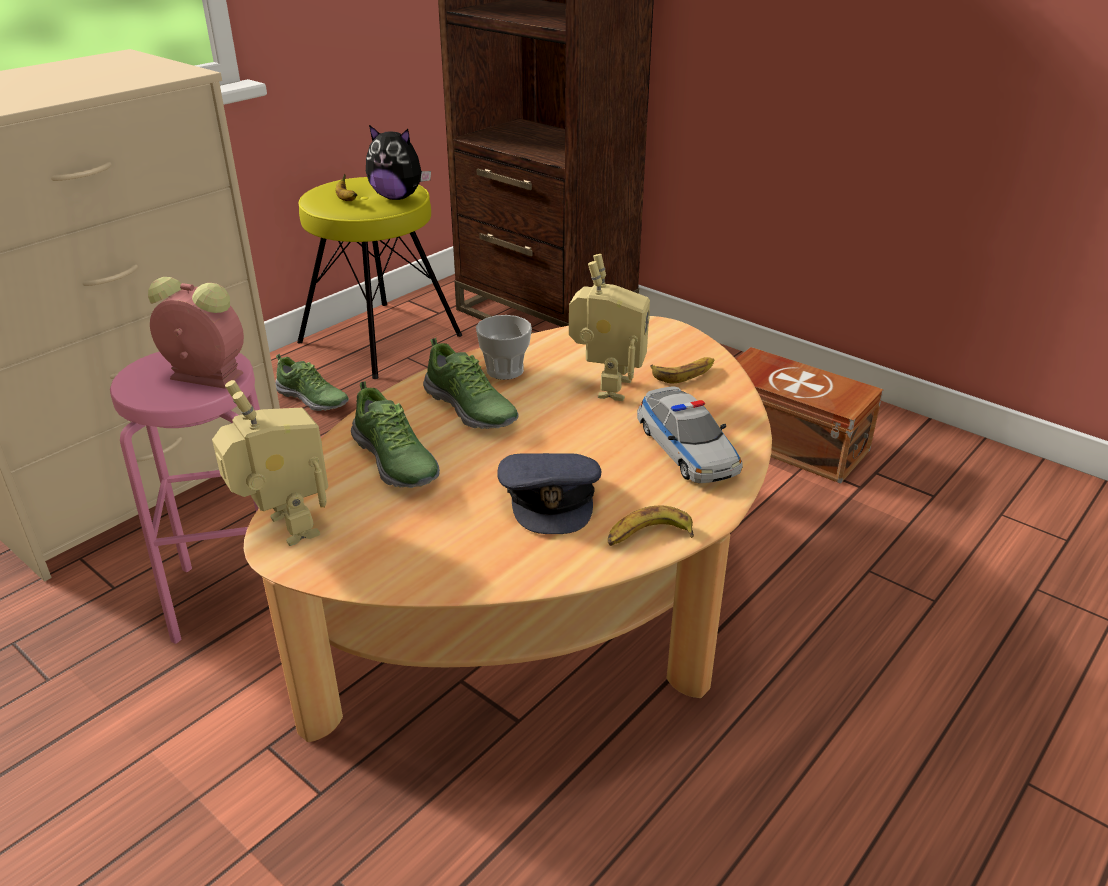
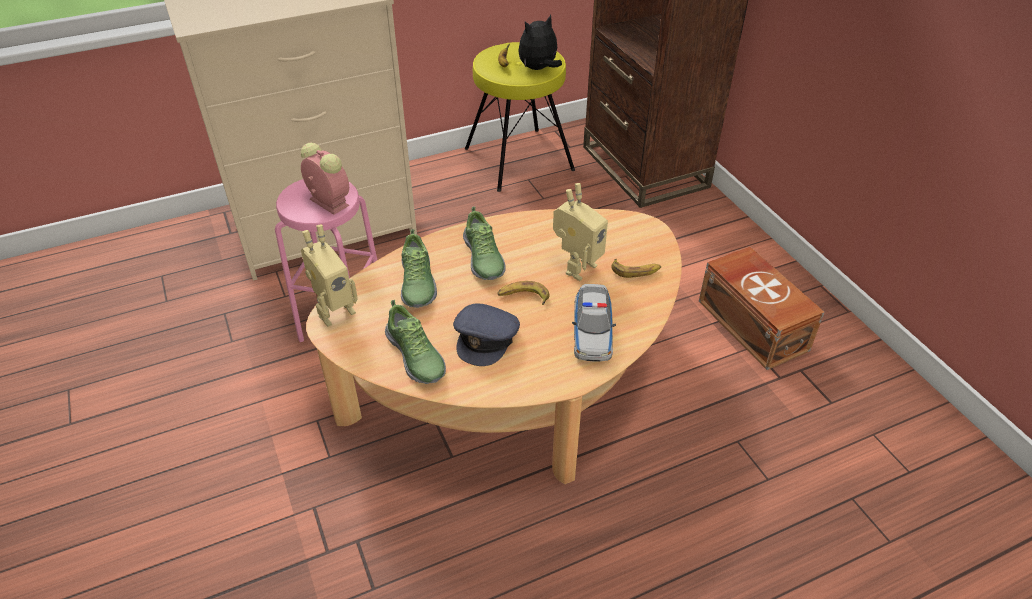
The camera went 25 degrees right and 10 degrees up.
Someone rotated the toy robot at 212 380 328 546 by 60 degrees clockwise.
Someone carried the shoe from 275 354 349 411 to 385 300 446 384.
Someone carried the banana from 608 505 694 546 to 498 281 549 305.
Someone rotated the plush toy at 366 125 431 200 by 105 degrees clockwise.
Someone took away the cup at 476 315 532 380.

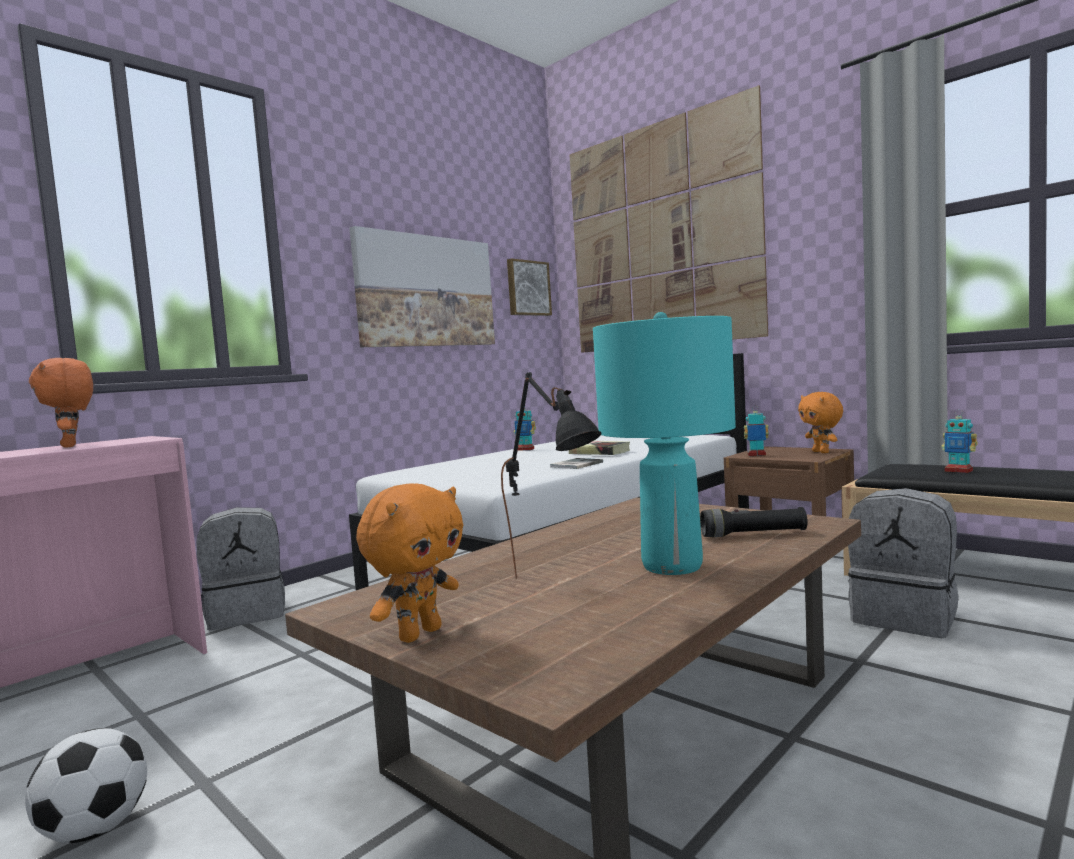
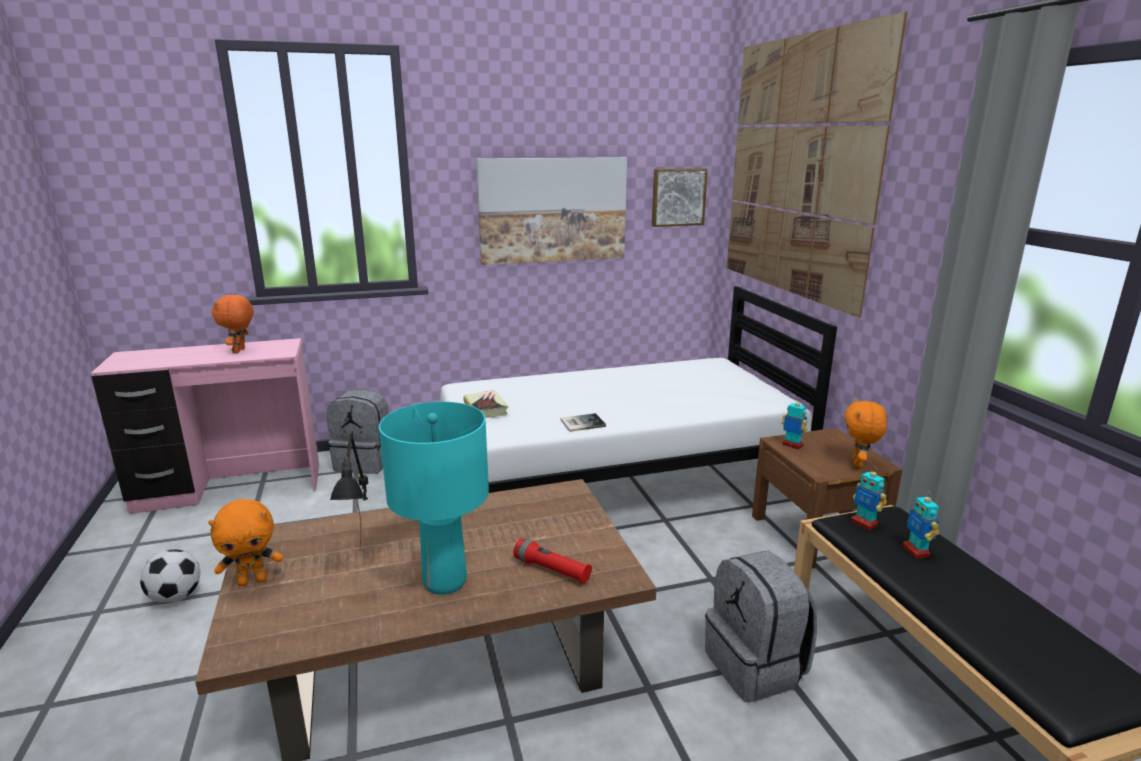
The camera went 30 degrees right and 15 degrees up.
Someone carried the book from 569 441 630 455 to 464 390 508 418.
Someone repainted the flashlight in black at 700 507 808 537, which became the flashlight in red at 513 538 592 584.
Someone carried the toy robot from 514 408 536 451 to 851 466 887 530.

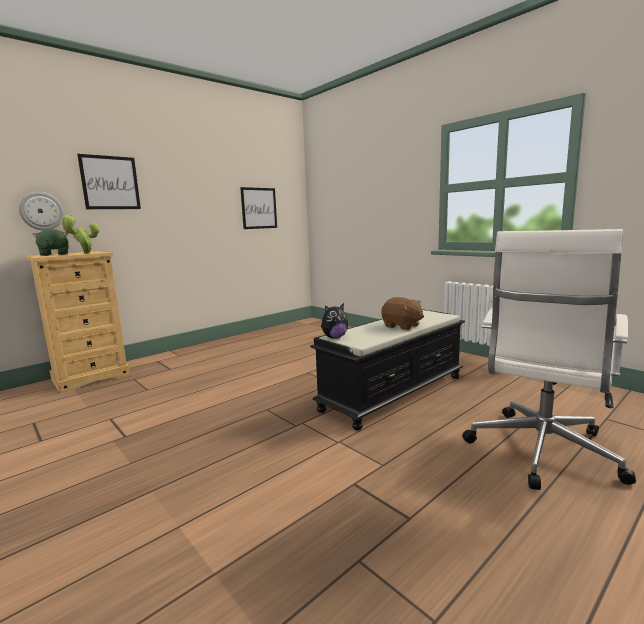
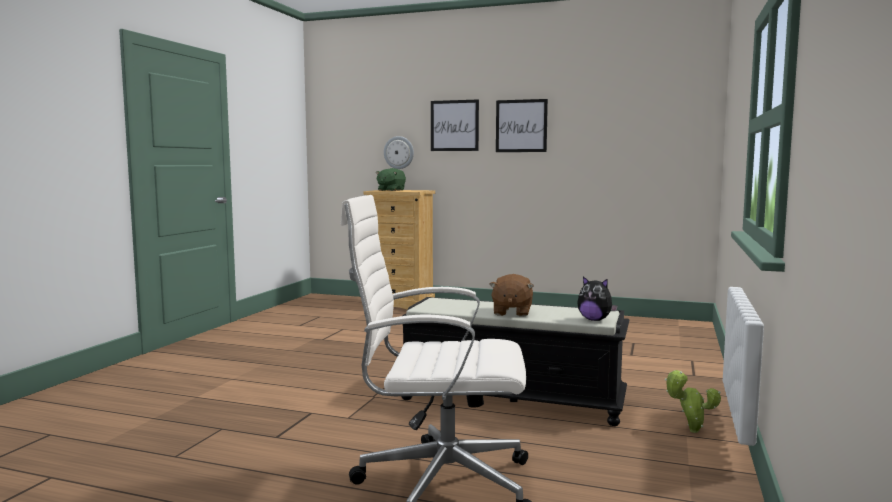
The camera went 60 degrees right and 5 degrees down.
Someone carried the picture from 240 187 277 229 to 496 99 548 152.
Someone carried the plush toy from 321 303 348 339 to 577 276 618 321.
Someone carried the potted plant from 60 214 99 254 to 665 370 721 433.

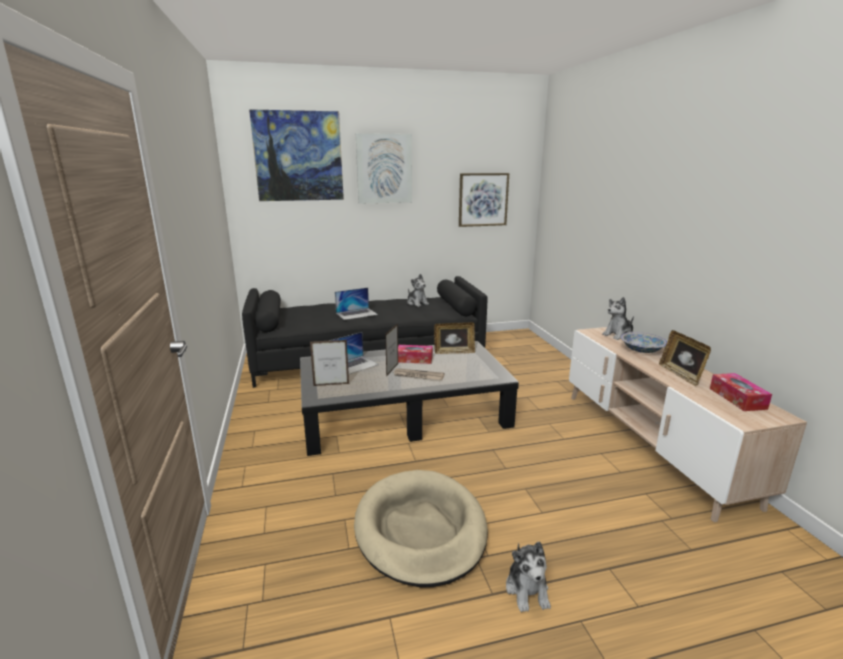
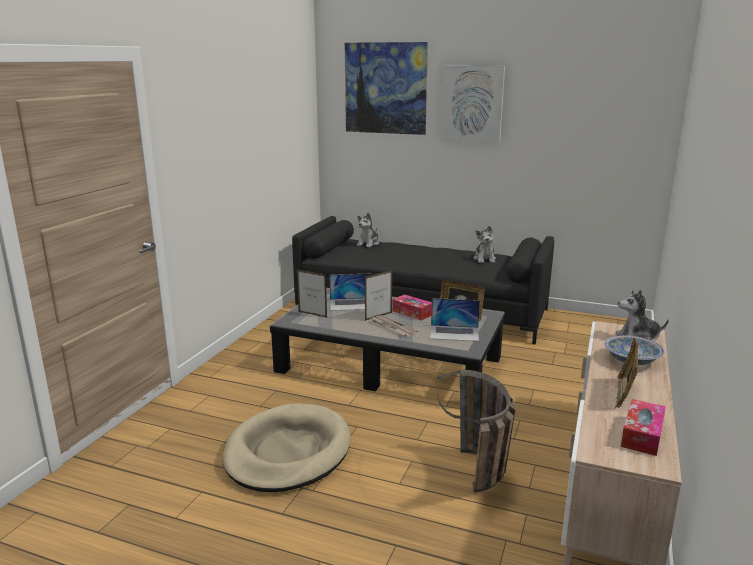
The camera went 35 degrees right and 0 degrees up.
Someone carried the plush toy from 506 542 551 612 to 357 213 379 247.
Someone carried the laptop from 335 288 378 320 to 430 298 480 341.
Someone put down the basket at 436 370 515 492.
Someone took away the picture at 459 173 509 227.

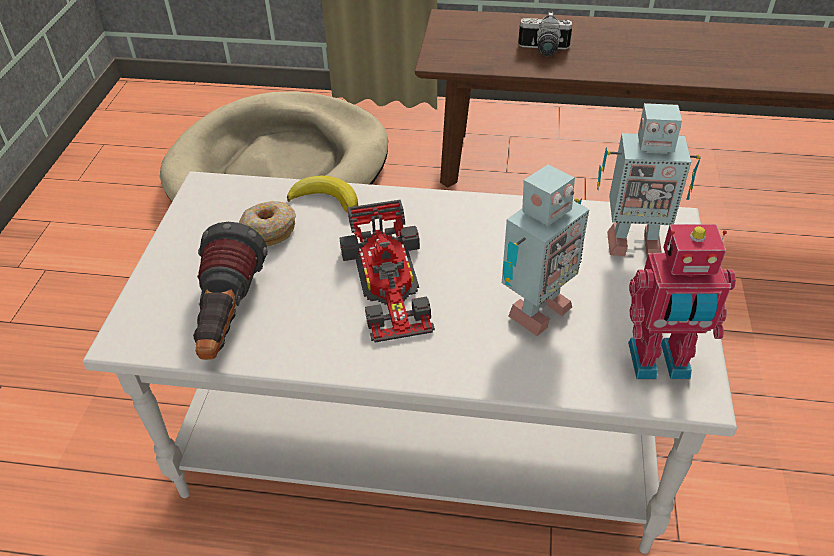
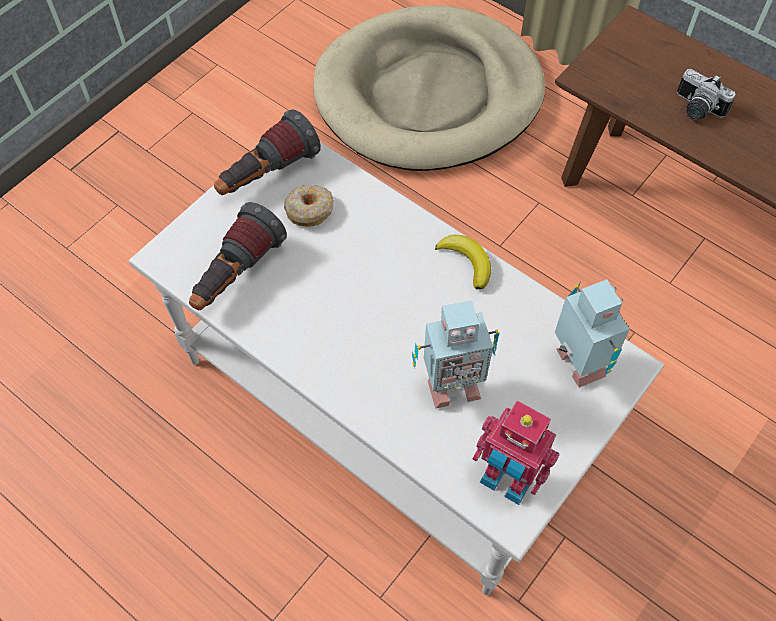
The camera went 30 degrees right and 15 degrees up.
Someone put down the flashlight at 214 109 321 195.
Someone carried the banana from 287 176 358 213 to 435 234 491 289.
Someone rotated the toy robot at 597 103 701 256 by 150 degrees counterclockwise.
Someone took away the toy car at 339 200 435 342.

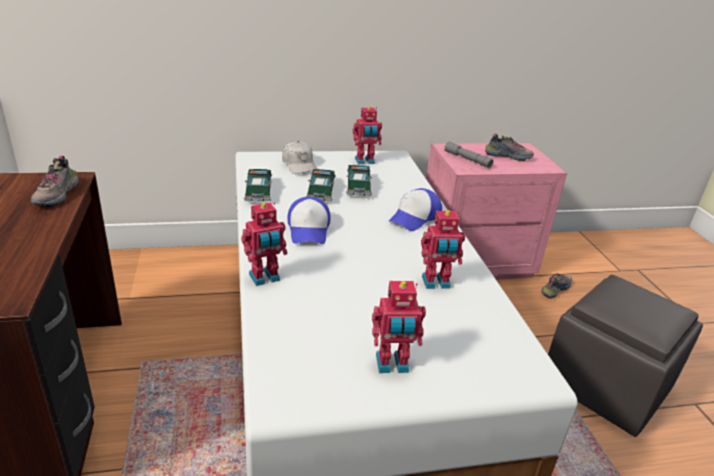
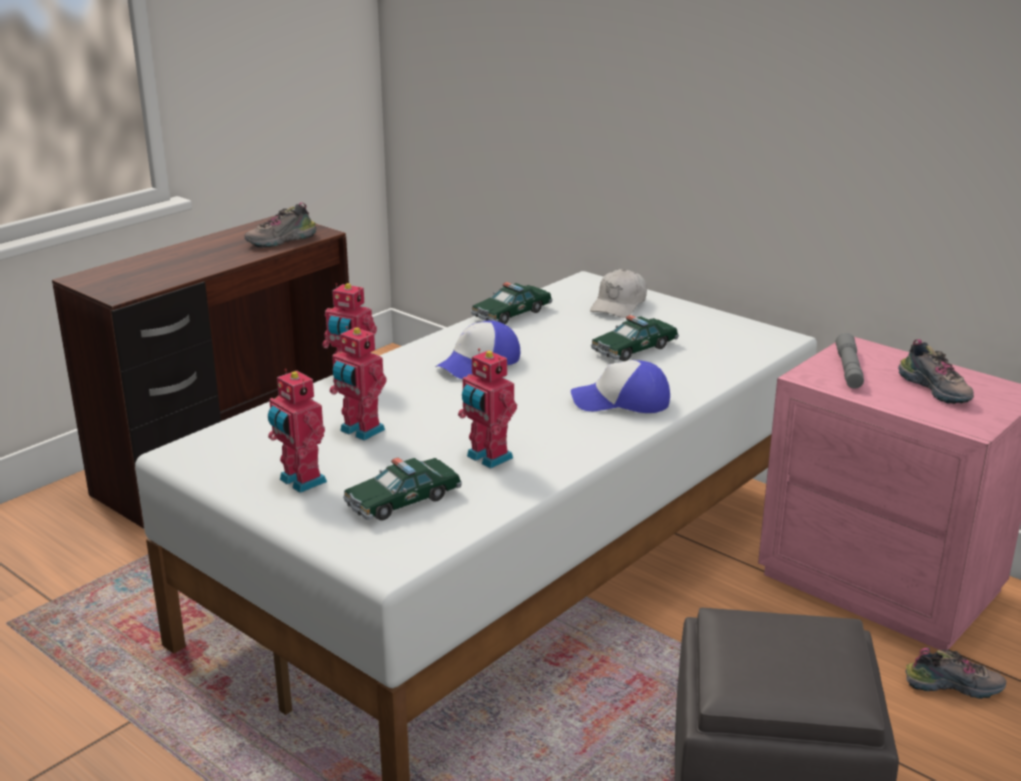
The camera went 55 degrees right and 5 degrees down.
Someone carried the toy robot from 353 106 382 164 to 330 326 387 441.
Someone carried the toy car from 306 169 336 202 to 343 457 462 521.

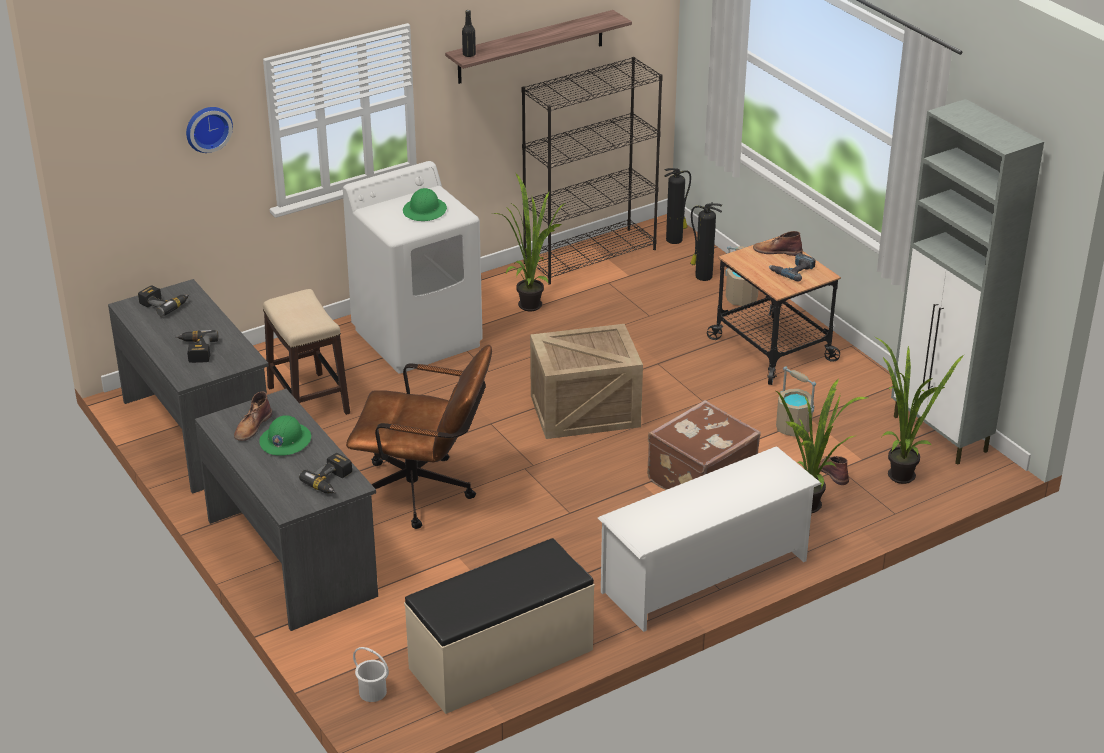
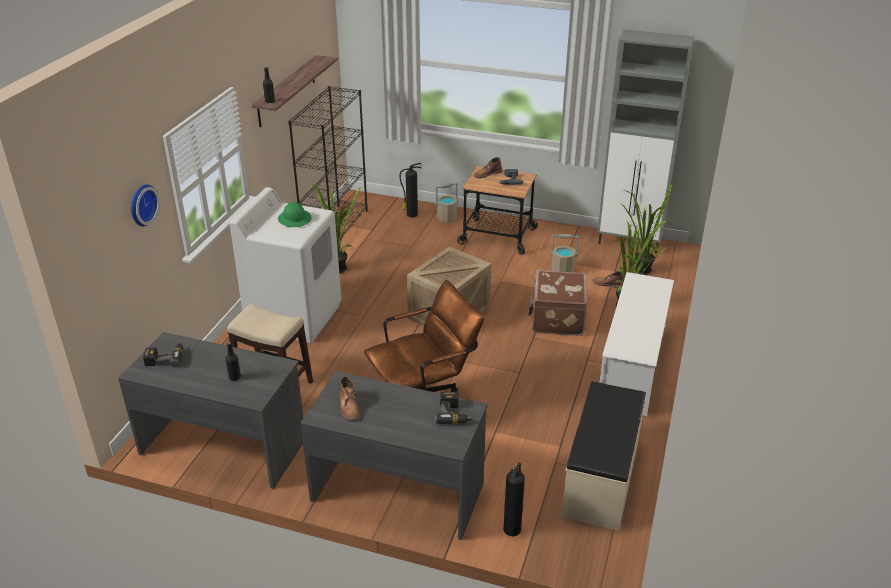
The camera went 40 degrees left and 0 degrees up.
Someone swapped the power drill at 176 330 219 363 for the bottle in black at 225 342 241 381.
Someone carried the fire extinguisher from 664 168 691 244 to 503 463 525 536.
Someone took away the hard hat in green at 259 415 311 456.
Someone took away the bucket in white at 353 647 389 702.

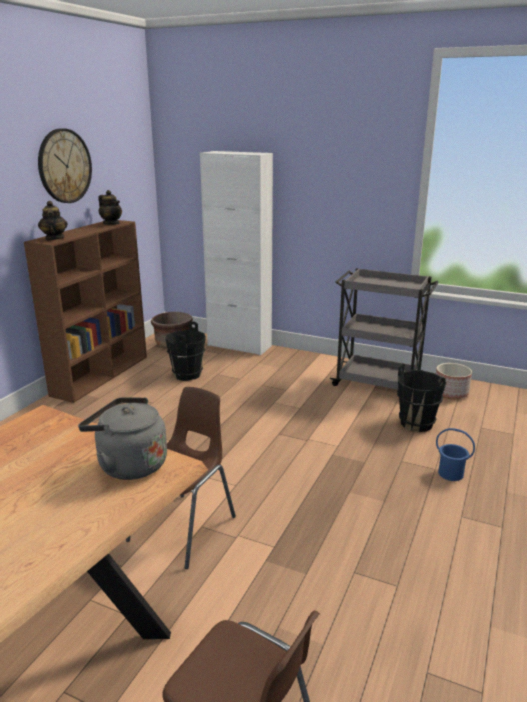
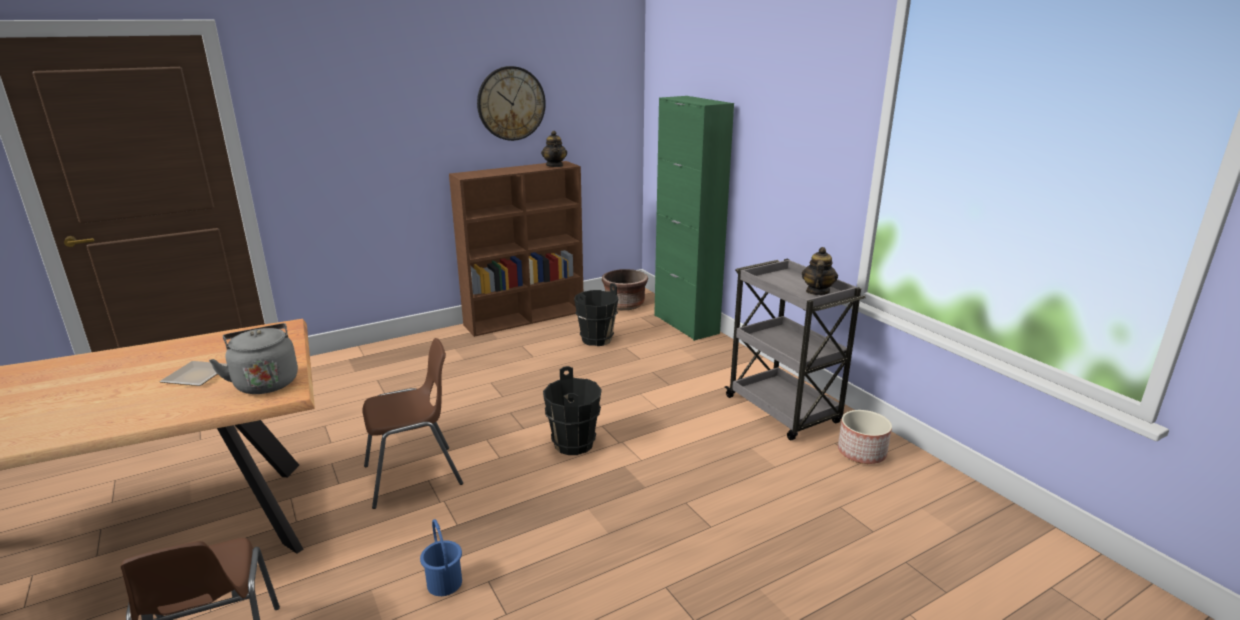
The camera went 35 degrees right and 0 degrees up.
Someone put down the plate at 159 361 227 386.
Someone carried the bucket in blue from 436 428 475 481 to 420 519 462 596.
Someone carried the bucket in black from 397 363 446 432 to 543 366 602 455.
Someone repainted the cabinet in white at 200 151 273 356, which became the cabinet in green at 654 96 734 341.
Someone carried the teapot from 38 201 68 240 to 802 247 838 295.

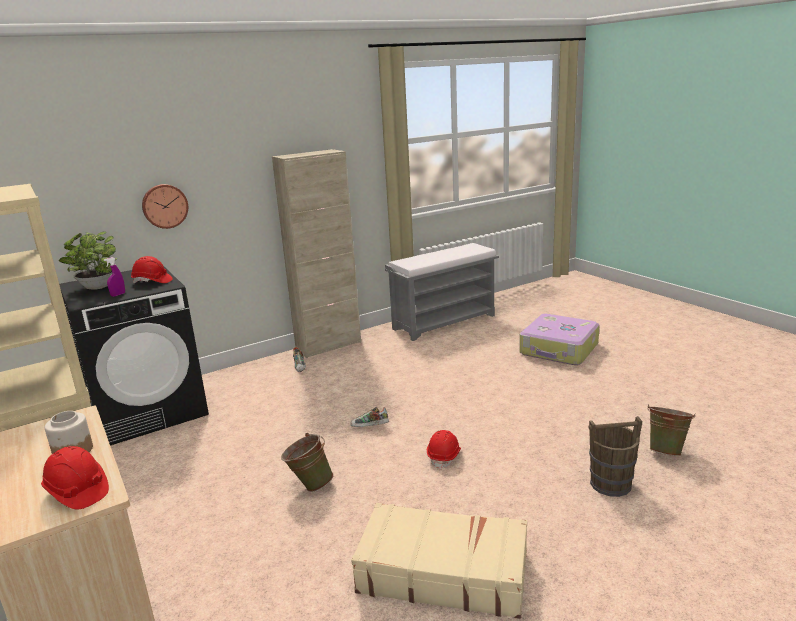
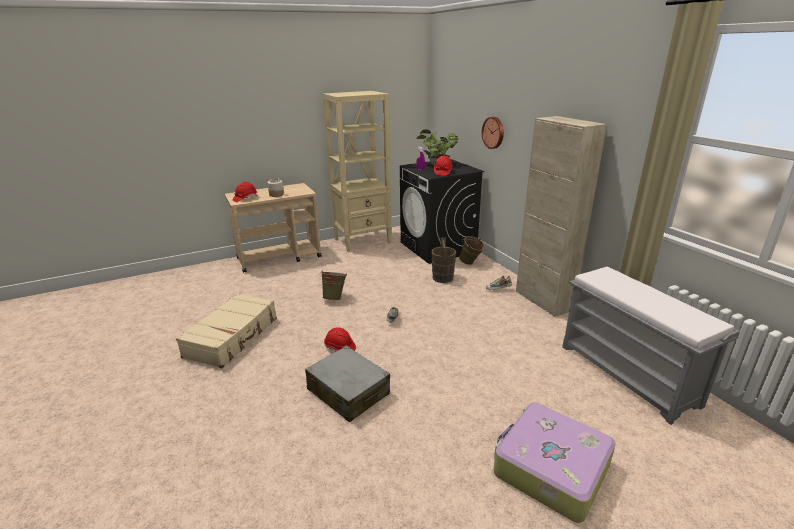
The camera went 95 degrees right and 5 degrees up.
Someone put down the suitcase in grey at 305 346 390 422.
Someone carried the bucket in brown from 588 416 642 497 to 431 238 456 283.
Someone carried the bucket in green from 647 404 696 456 to 459 236 485 265.

